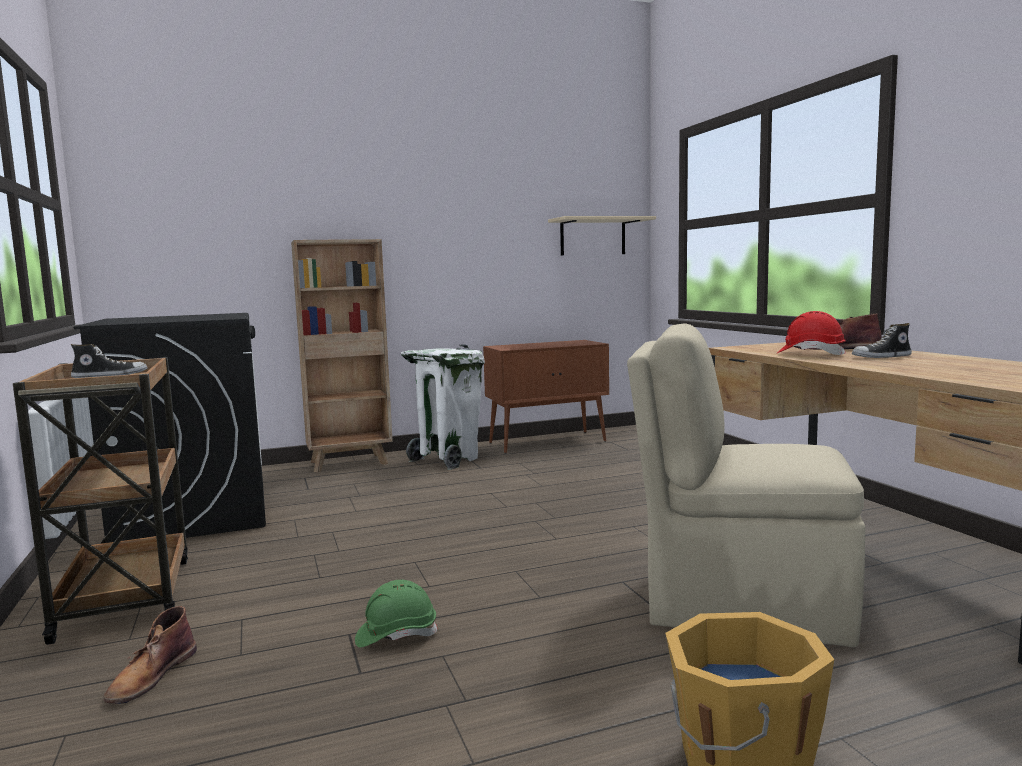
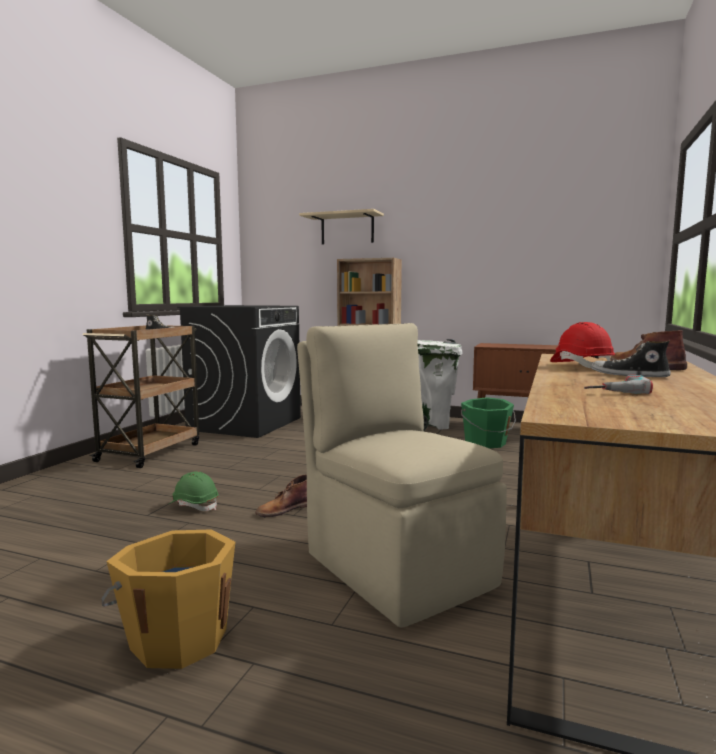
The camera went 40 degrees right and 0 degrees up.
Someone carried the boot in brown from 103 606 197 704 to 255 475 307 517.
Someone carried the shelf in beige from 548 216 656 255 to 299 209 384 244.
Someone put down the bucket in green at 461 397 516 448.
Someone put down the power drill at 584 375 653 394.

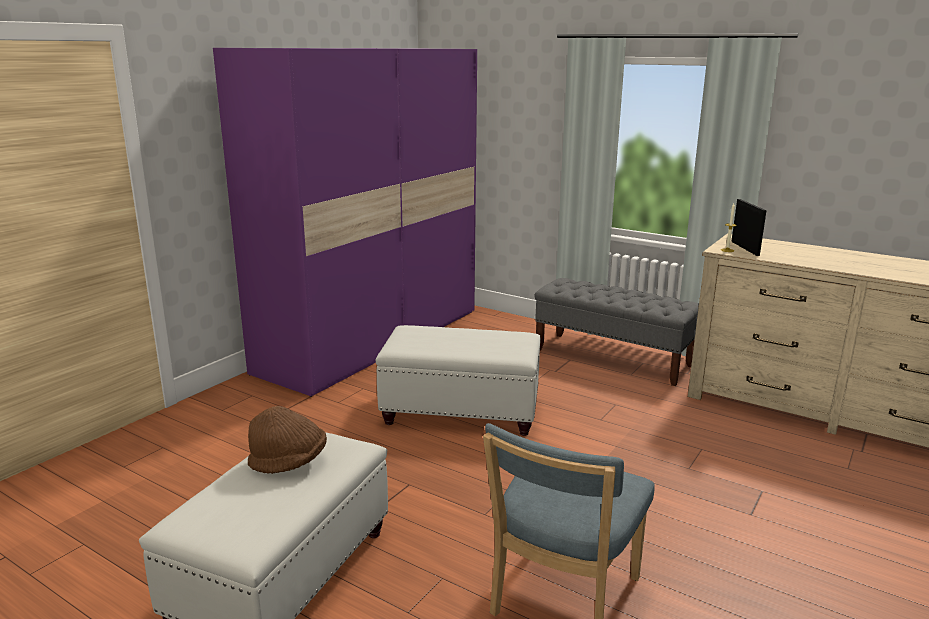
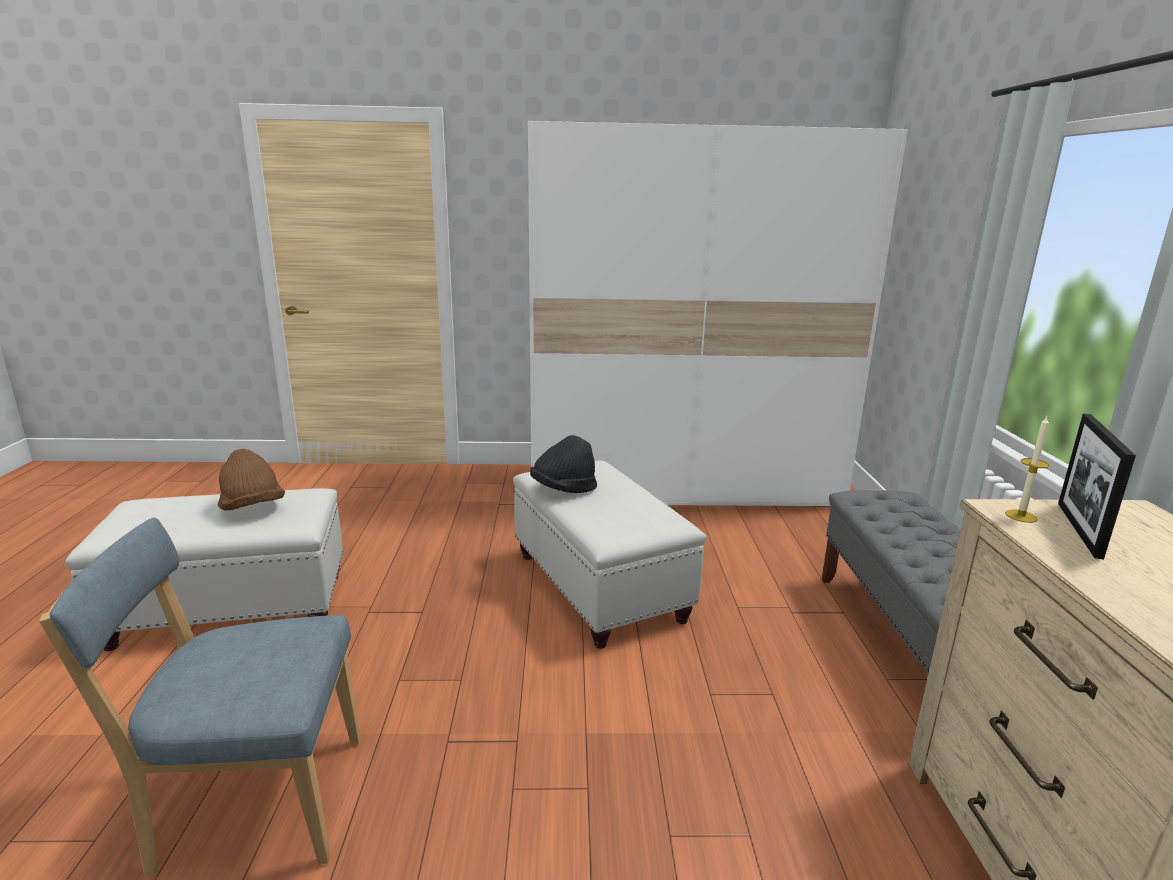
The camera went 55 degrees right and 0 degrees up.
Someone repainted the wardrobe in purple at 213 48 477 397, which became the wardrobe in white at 528 121 908 506.
Someone put down the hat in black at 530 435 597 493.
Someone rotated the picture frame at 731 199 767 256 by 150 degrees clockwise.

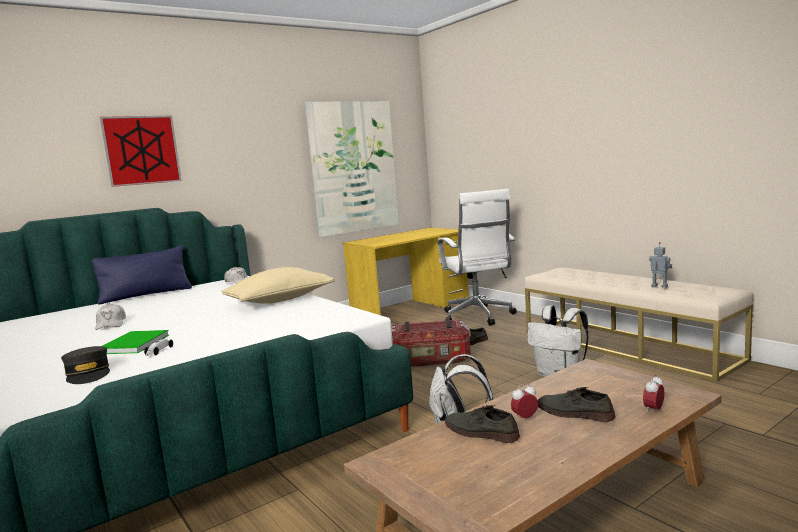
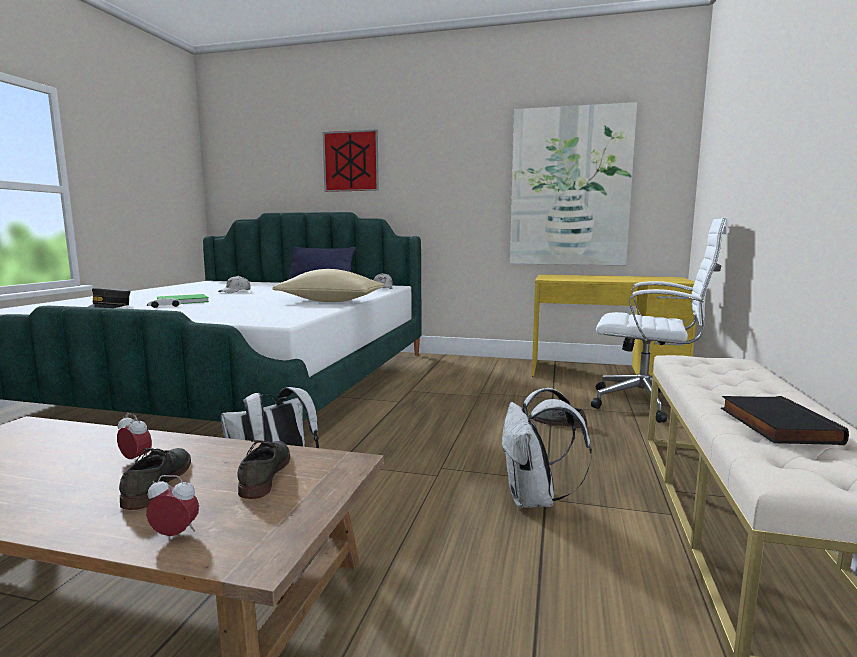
The camera went 50 degrees right and 0 degrees up.
Someone carried the shoe in grey from 445 405 520 443 to 237 440 290 499.
Someone rotated the office chair in white at 438 189 517 326 by 105 degrees counterclockwise.
Someone swapped the toy robot at 649 242 672 288 for the book in black at 721 396 849 445.
Someone took away the storage box at 391 319 471 367.

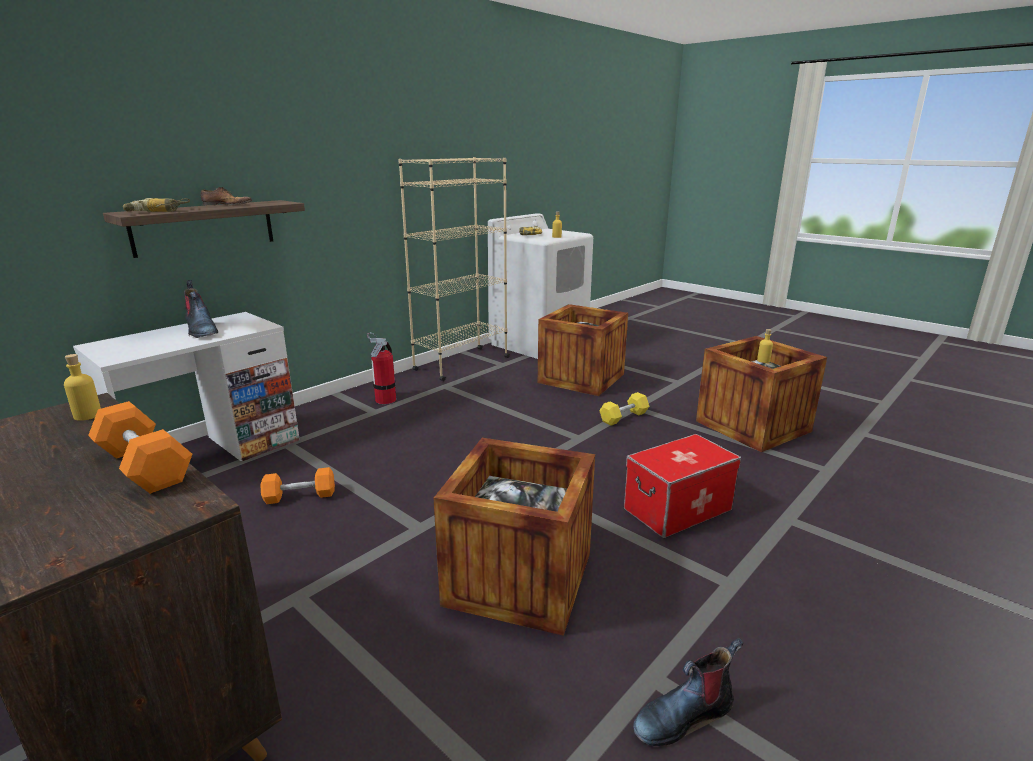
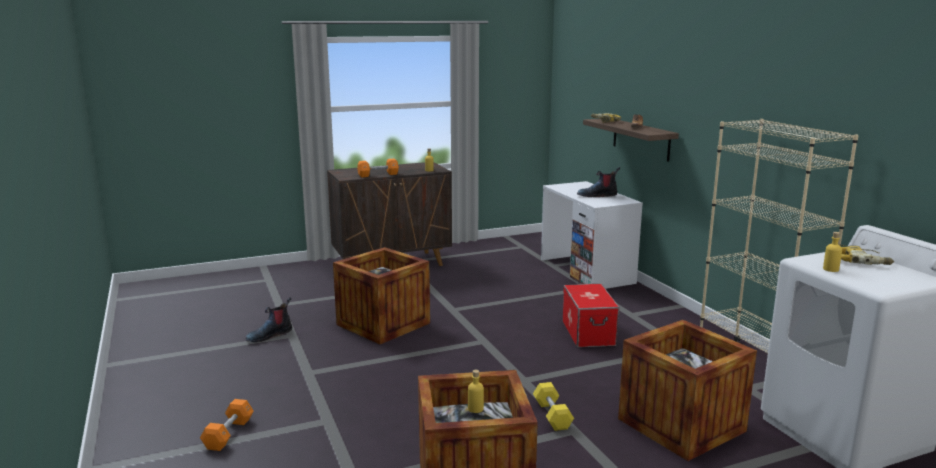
The camera went 115 degrees right and 5 degrees down.
Someone carried the dumbbell in orange from 260 467 335 504 to 200 399 254 451.
Someone rotated the boot at 633 638 743 746 by 135 degrees counterclockwise.
Someone carried the storage box from 624 434 741 538 to 563 284 620 348.
Someone took away the fire extinguisher at 367 333 396 404.

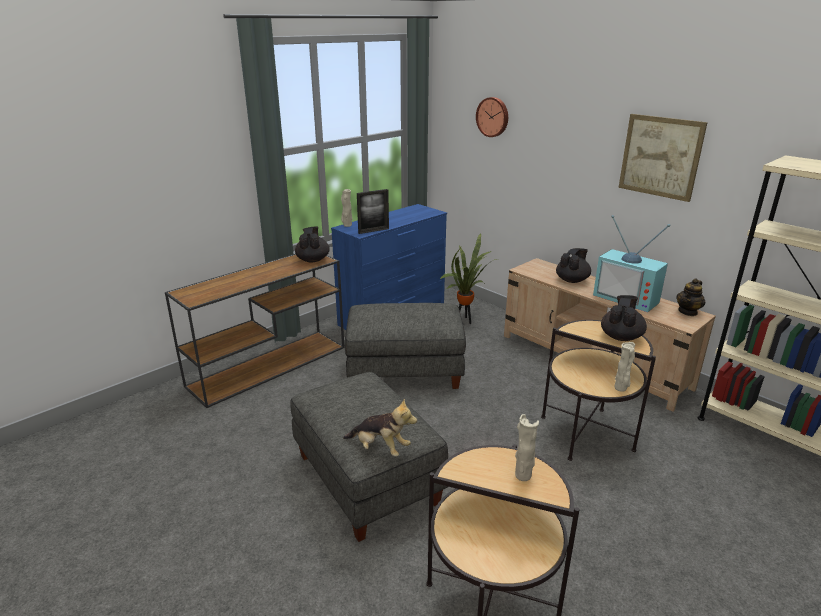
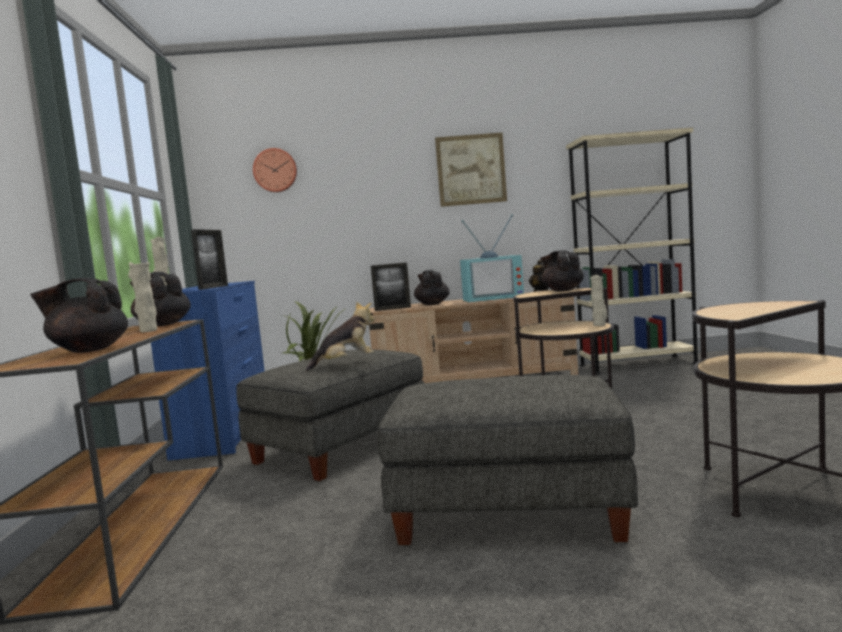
The camera went 50 degrees left and 20 degrees down.
Someone put down the teapot in black at 30 278 128 353.
Someone carried the vase in beige from 515 414 539 481 to 128 262 157 332.
Someone carried the plush toy from 343 399 417 457 to 306 302 374 371.
Someone put down the picture frame at 371 262 411 311.

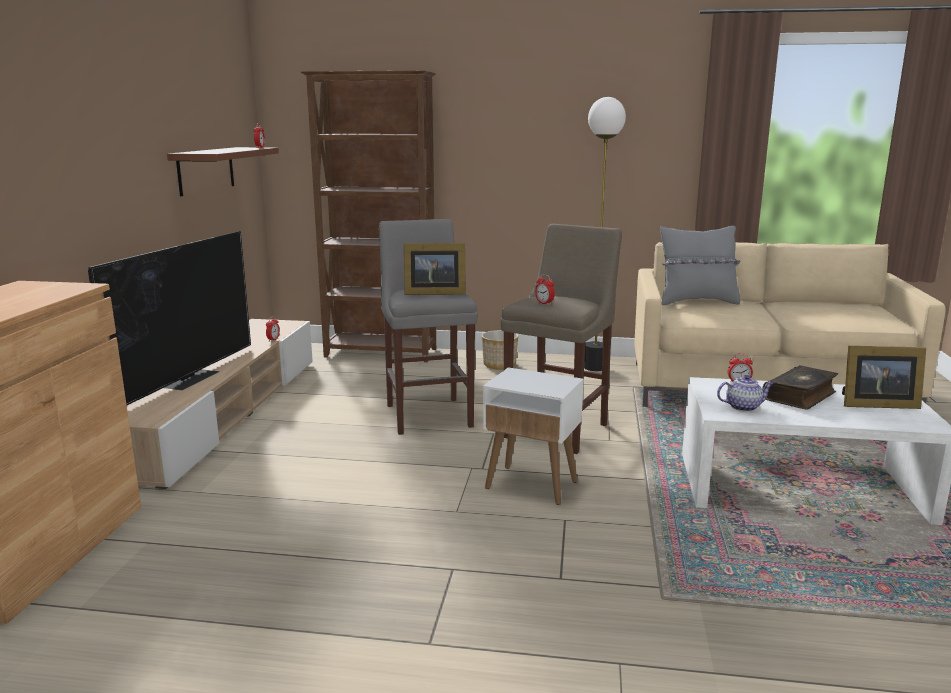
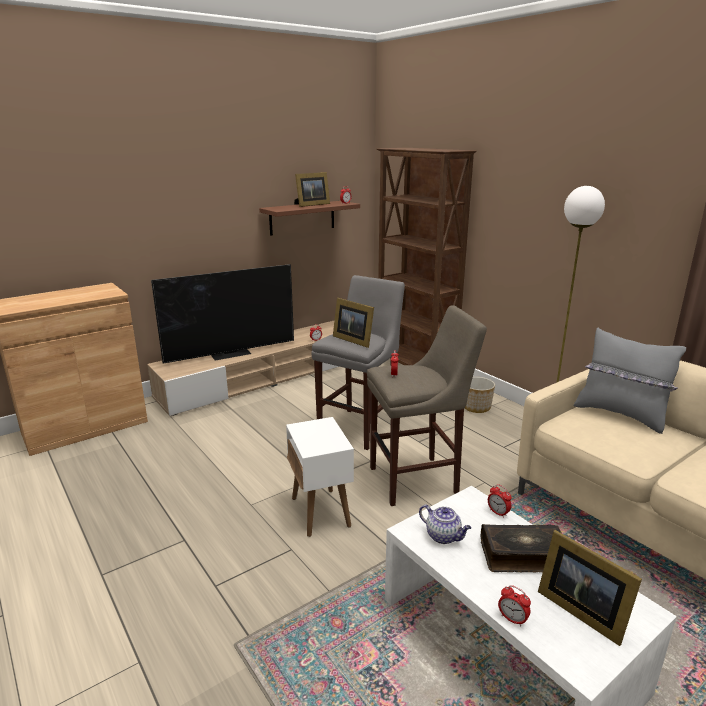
The camera went 45 degrees right and 5 degrees up.
Someone put down the picture frame at 294 172 330 207.
Someone put down the alarm clock at 498 585 531 626.

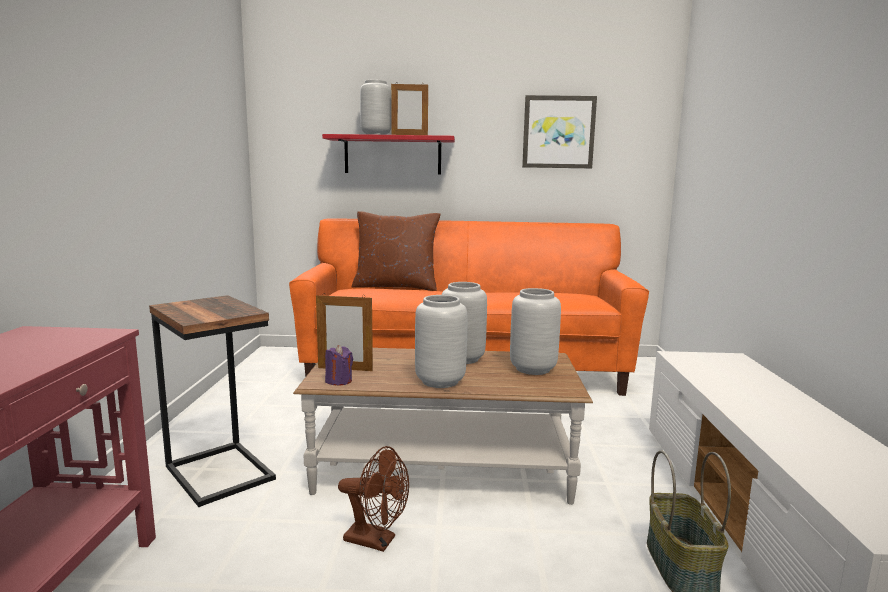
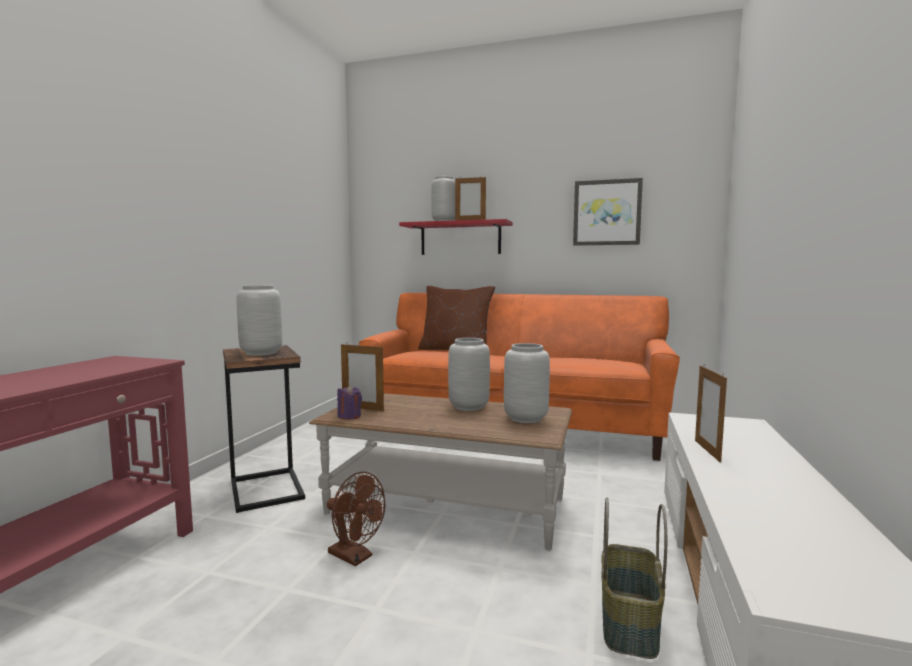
The camera went 15 degrees right and 5 degrees down.
Someone carried the vase in grey from 415 295 467 388 to 237 285 282 356.
Someone put down the picture frame at 695 364 727 463.

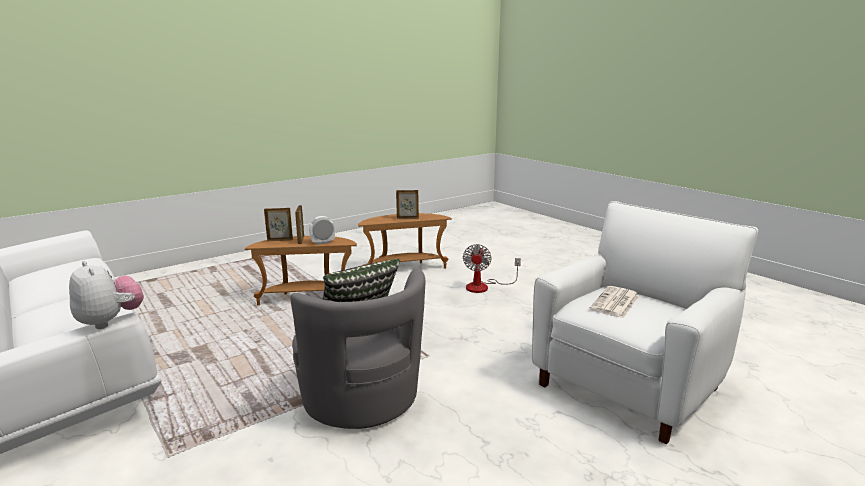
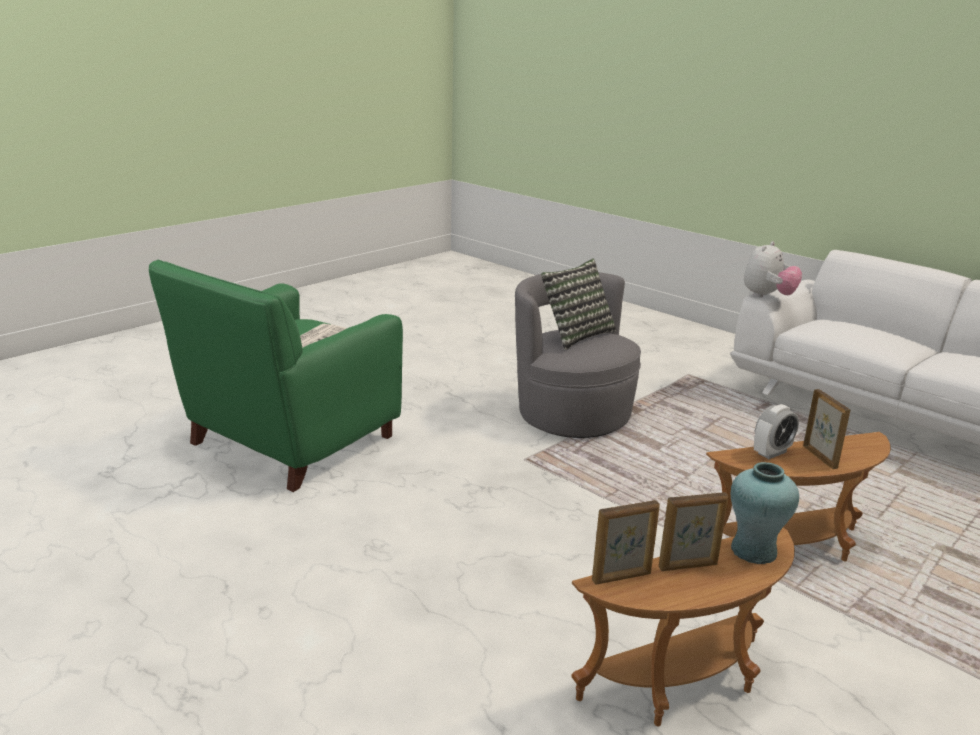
The camera went 170 degrees right and 5 degrees up.
Someone repainted the armchair in white at 532 201 758 444, which became the armchair in green at 149 260 403 492.
Someone carried the picture frame from 264 208 293 242 to 592 500 660 584.
Someone put down the vase in turquoise at 730 462 799 564.
Someone rotated the plush toy at 69 261 144 329 by 90 degrees counterclockwise.
Someone took away the fan at 463 244 521 293.

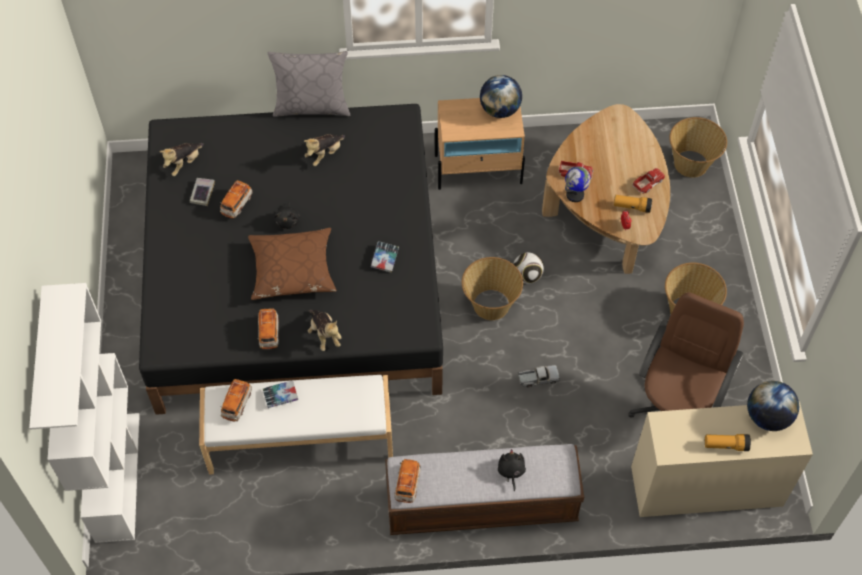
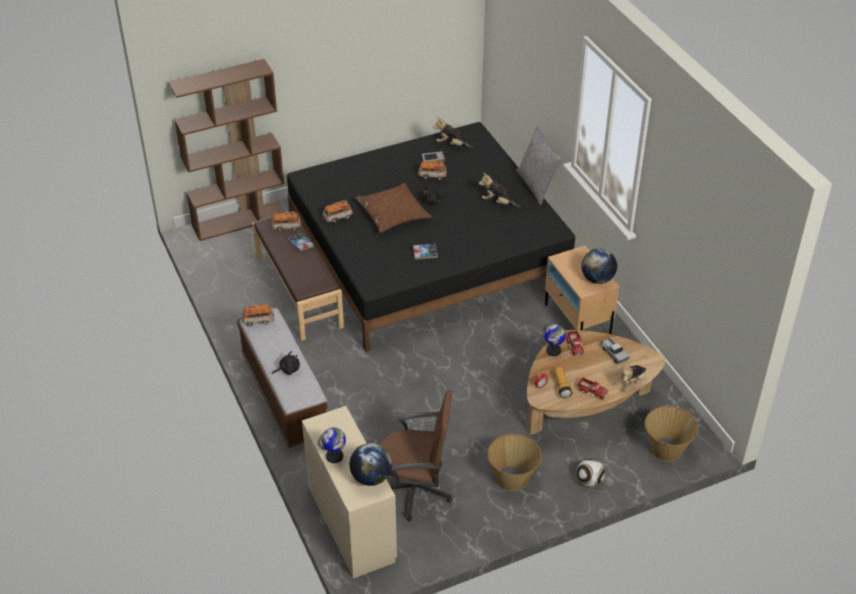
The camera went 70 degrees right and 15 degrees down.
Someone repainted the bookcase in white at 29 283 140 543, which became the bookcase in brown at 168 59 285 241.
Someone repainted the bench in white at 199 375 393 475, which became the bench in brown at 252 211 344 341.
Someone swapped the flashlight at 705 434 751 451 for the globe at 318 428 346 463.
Someone carried the football from 513 252 544 284 to 576 458 605 487.
Someone carried the toy truck from 518 365 560 387 to 601 337 630 364.
Someone carried the plush toy from 308 310 341 351 to 615 365 646 392.
Someone took away the basket at 462 257 523 320.

